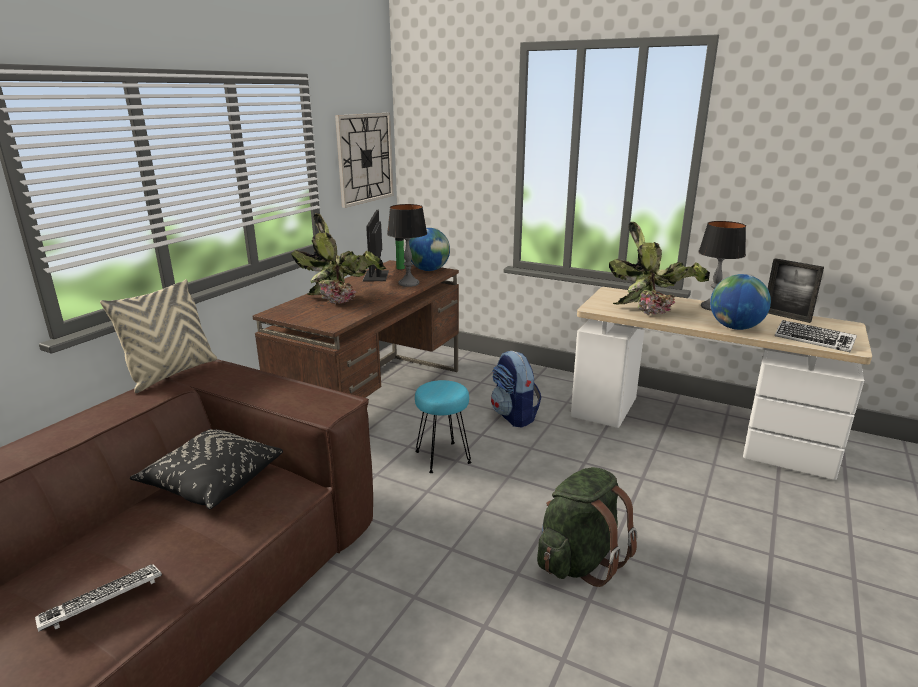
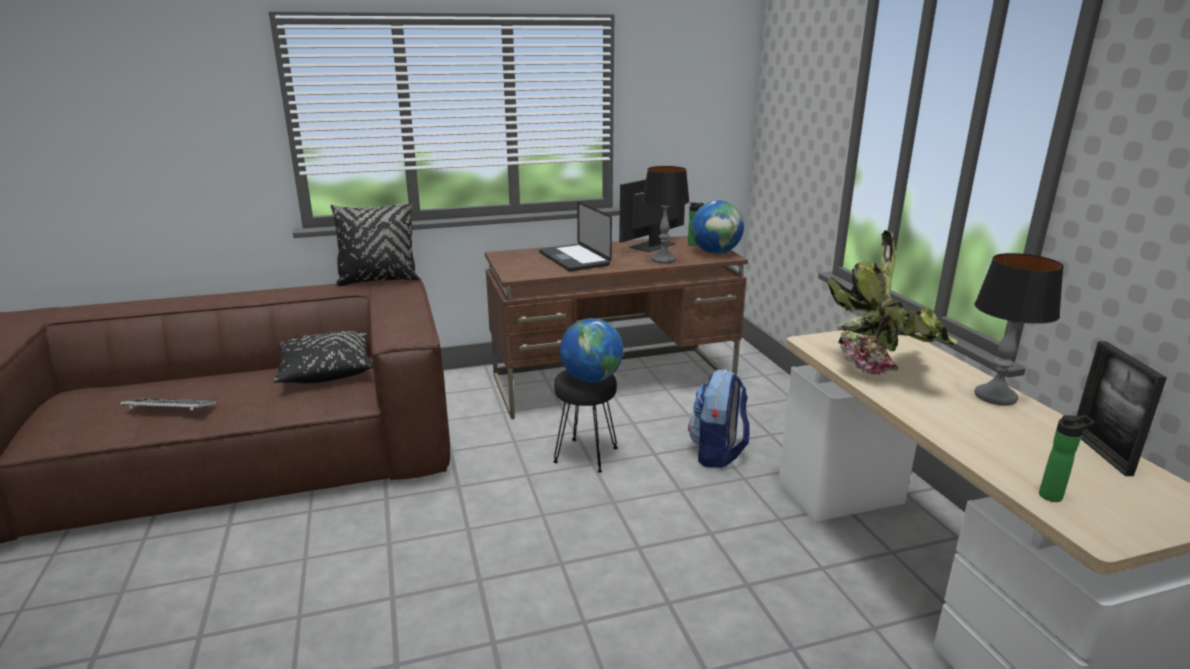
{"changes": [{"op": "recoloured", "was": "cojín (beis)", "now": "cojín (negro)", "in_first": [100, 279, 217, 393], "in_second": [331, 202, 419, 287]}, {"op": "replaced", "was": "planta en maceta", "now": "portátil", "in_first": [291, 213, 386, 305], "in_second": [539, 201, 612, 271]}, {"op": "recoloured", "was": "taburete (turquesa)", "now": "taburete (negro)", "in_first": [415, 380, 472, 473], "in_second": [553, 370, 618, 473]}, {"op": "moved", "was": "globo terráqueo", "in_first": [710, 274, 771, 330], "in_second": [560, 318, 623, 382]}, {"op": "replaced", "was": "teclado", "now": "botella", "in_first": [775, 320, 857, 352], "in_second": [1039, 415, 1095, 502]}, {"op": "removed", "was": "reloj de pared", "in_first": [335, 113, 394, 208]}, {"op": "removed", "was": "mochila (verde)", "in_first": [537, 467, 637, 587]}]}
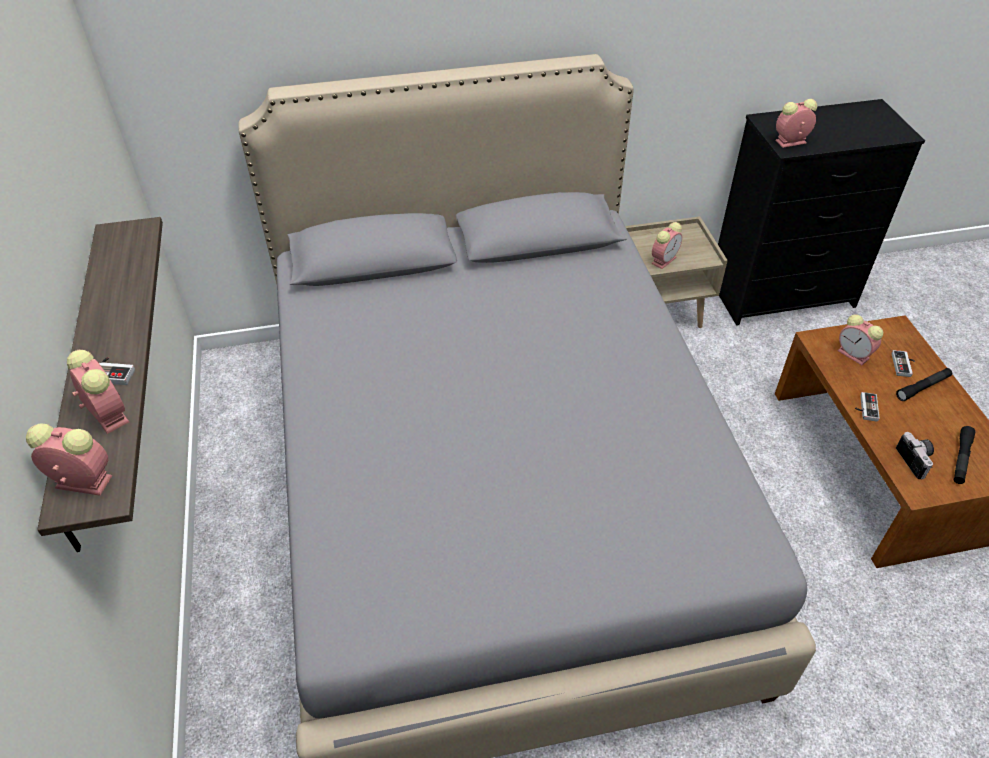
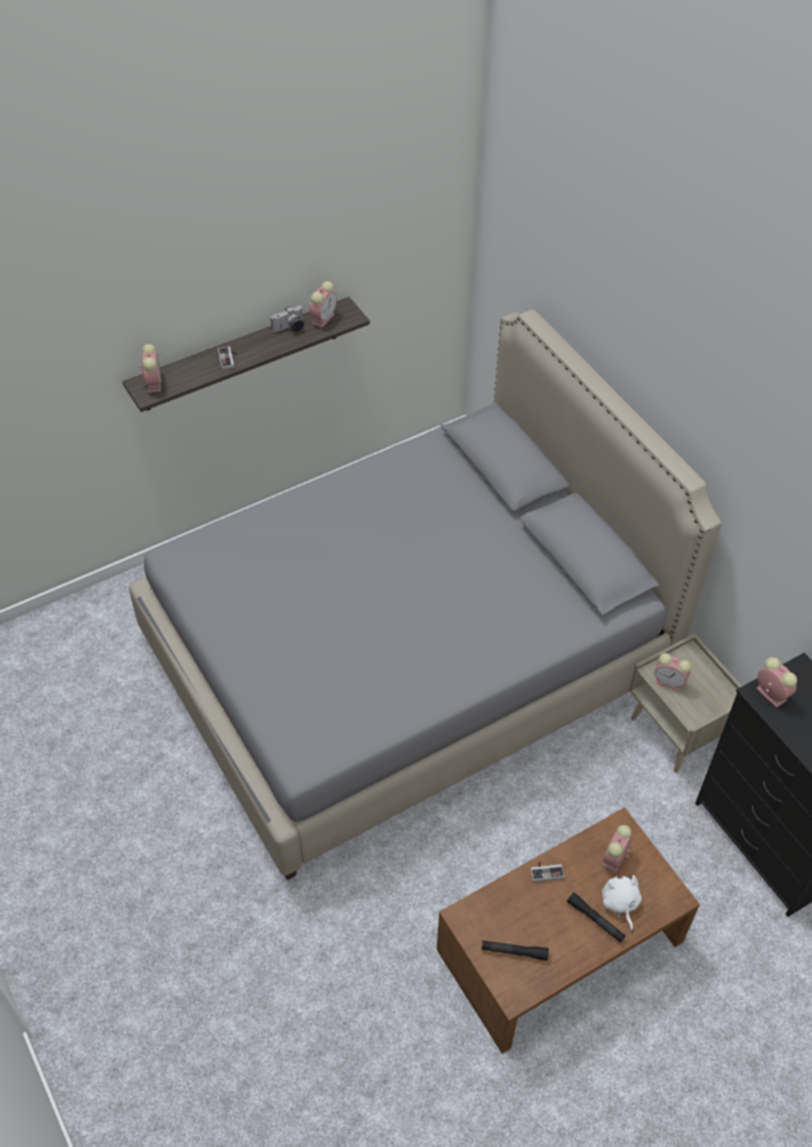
{"changes": [{"op": "moved", "was": "cámara", "in_first": [896, 432, 934, 479], "in_second": [270, 306, 304, 333]}, {"op": "moved", "was": "despertador", "in_first": [67, 350, 129, 434], "in_second": [309, 281, 337, 328]}, {"op": "replaced", "was": "mando de consola", "now": "peluche (blanco)", "in_first": [892, 350, 915, 377], "in_second": [602, 871, 642, 931]}]}
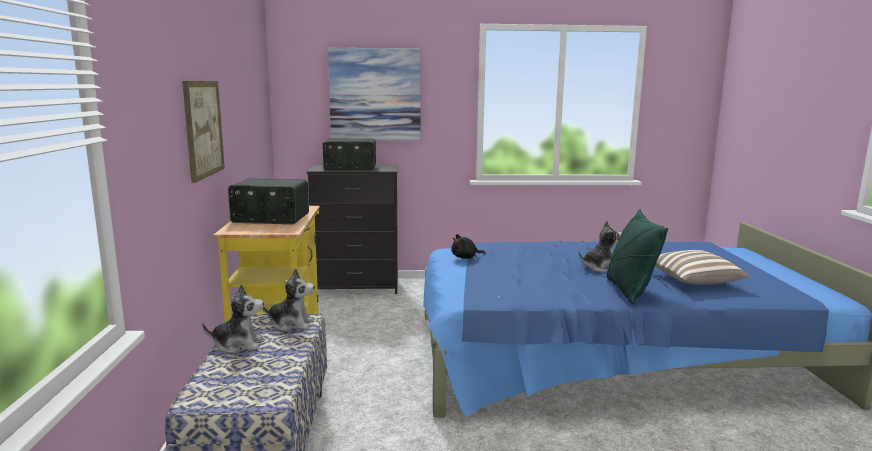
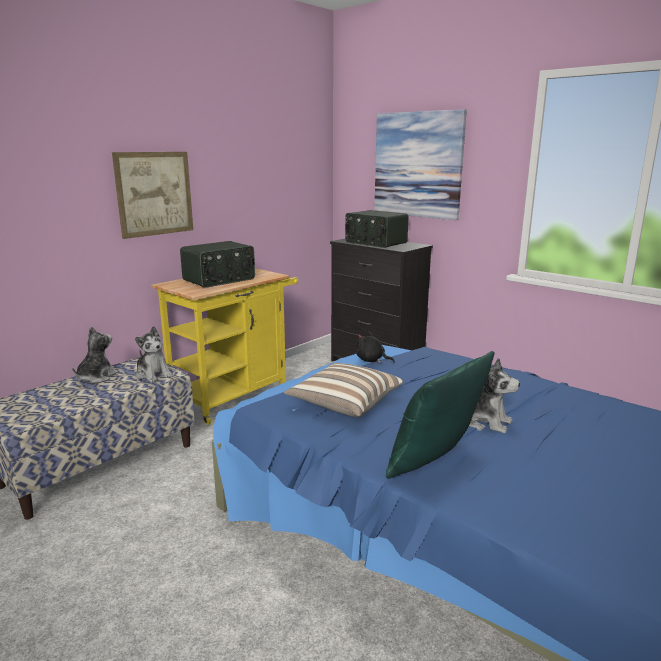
{"changes": [{"op": "turned", "was": "peluche", "in_first": [202, 284, 264, 353], "in_second": [72, 326, 118, 384], "clockwise": -105}, {"op": "turned", "was": "radio", "in_first": [228, 178, 309, 224], "in_second": [180, 241, 255, 288], "clockwise": -90}, {"op": "moved", "was": "cojín", "in_first": [655, 250, 749, 284], "in_second": [284, 363, 403, 417]}]}
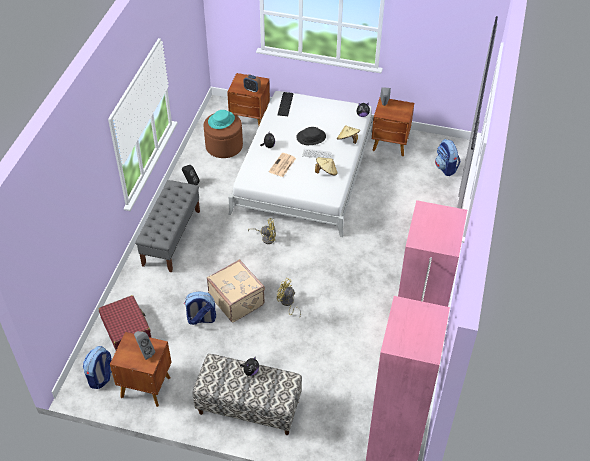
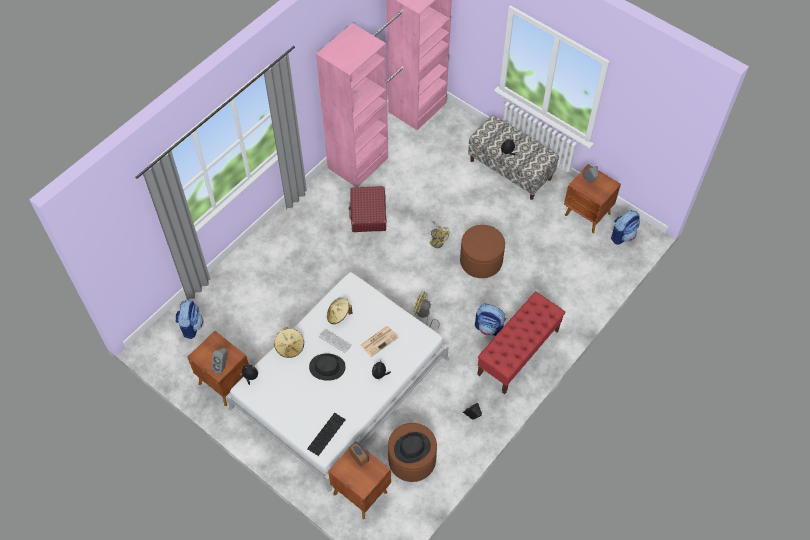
{"changes": [{"op": "moved", "was": "maleta (rojo)", "in_first": [99, 295, 151, 350], "in_second": [349, 186, 386, 232]}, {"op": "recoloured", "was": "sombrero (turquesa)", "now": "sombrero (negro)", "in_first": [208, 110, 235, 129], "in_second": [394, 432, 431, 463]}, {"op": "replaced", "was": "maleta (beis)", "now": "puf (marrón)", "in_first": [207, 259, 265, 322], "in_second": [460, 225, 505, 278]}, {"op": "moved", "was": "mochila", "in_first": [184, 291, 216, 325], "in_second": [475, 304, 506, 336]}, {"op": "recoloured", "was": "banco (gris)", "now": "banco (rojo)", "in_first": [135, 180, 200, 272], "in_second": [477, 292, 565, 394]}]}
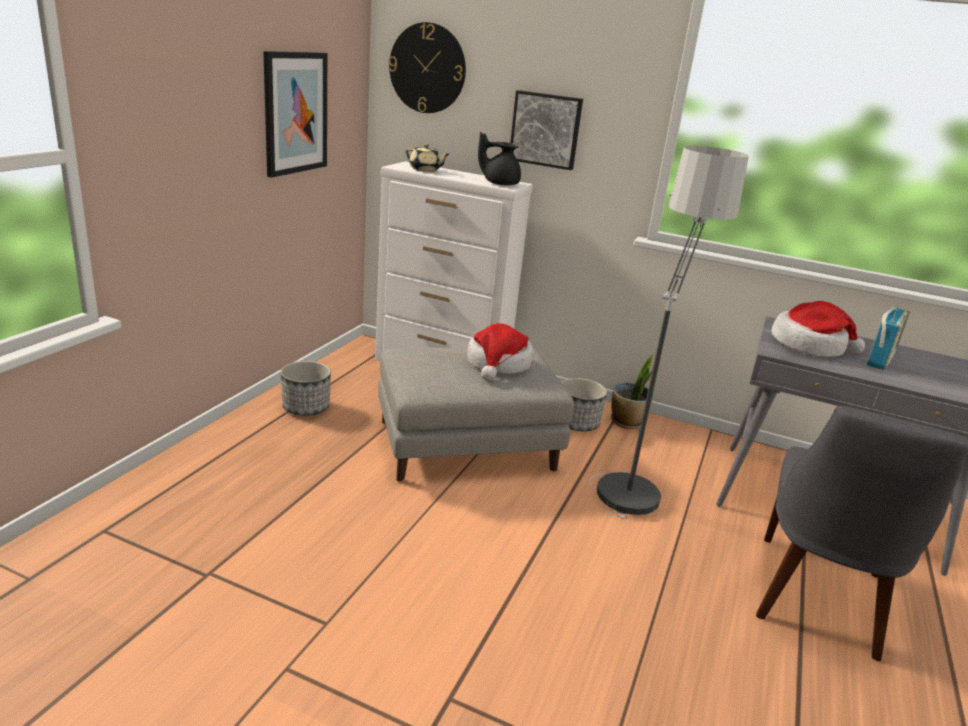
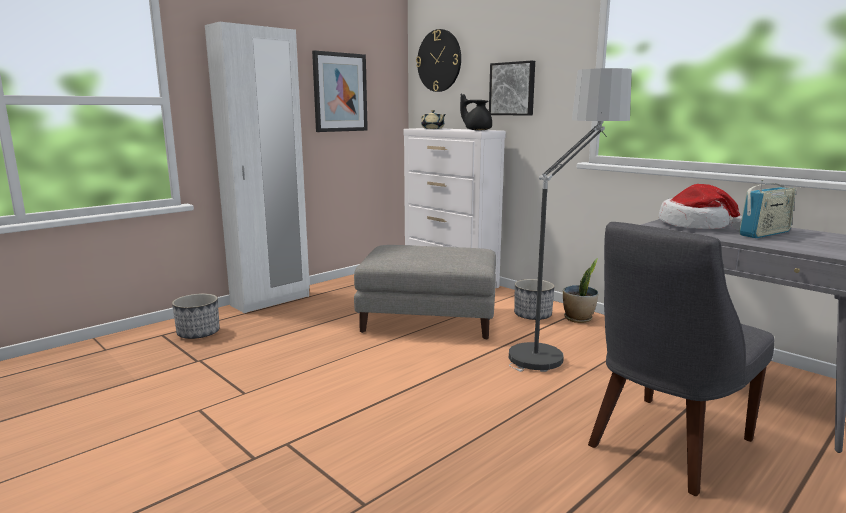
{"changes": [{"op": "moved", "was": "maceta", "in_first": [281, 361, 331, 416], "in_second": [172, 293, 220, 339]}, {"op": "added", "now": "armario ropero (blanco)", "in_second": [205, 22, 310, 313]}, {"op": "removed", "was": "sombrero", "in_first": [467, 323, 533, 381]}]}
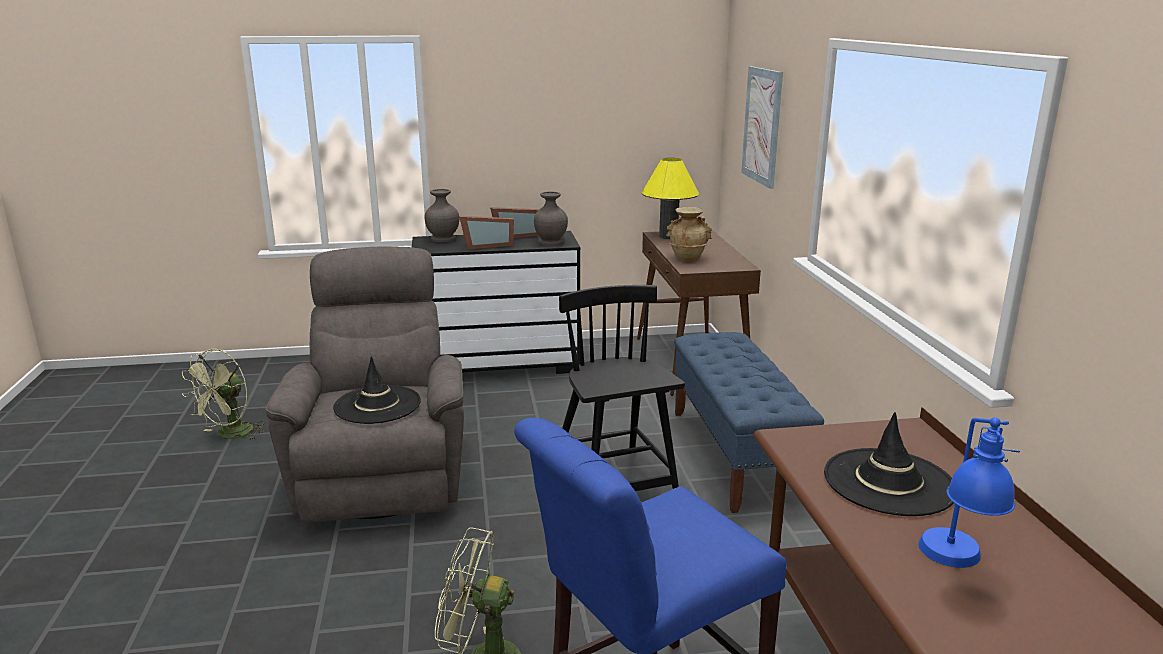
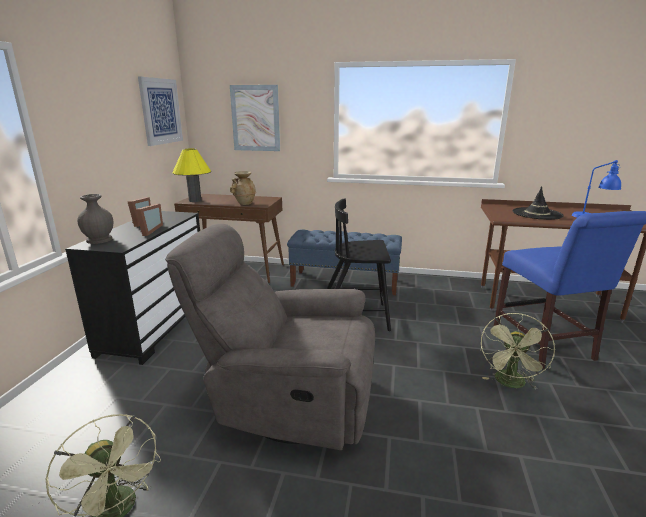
{"changes": [{"op": "added", "now": "cuadro", "in_second": [138, 77, 183, 146]}, {"op": "removed", "was": "sombrero (negro)", "in_first": [333, 356, 421, 424]}, {"op": "removed", "was": "florero (gris)", "in_first": [534, 191, 568, 246]}]}
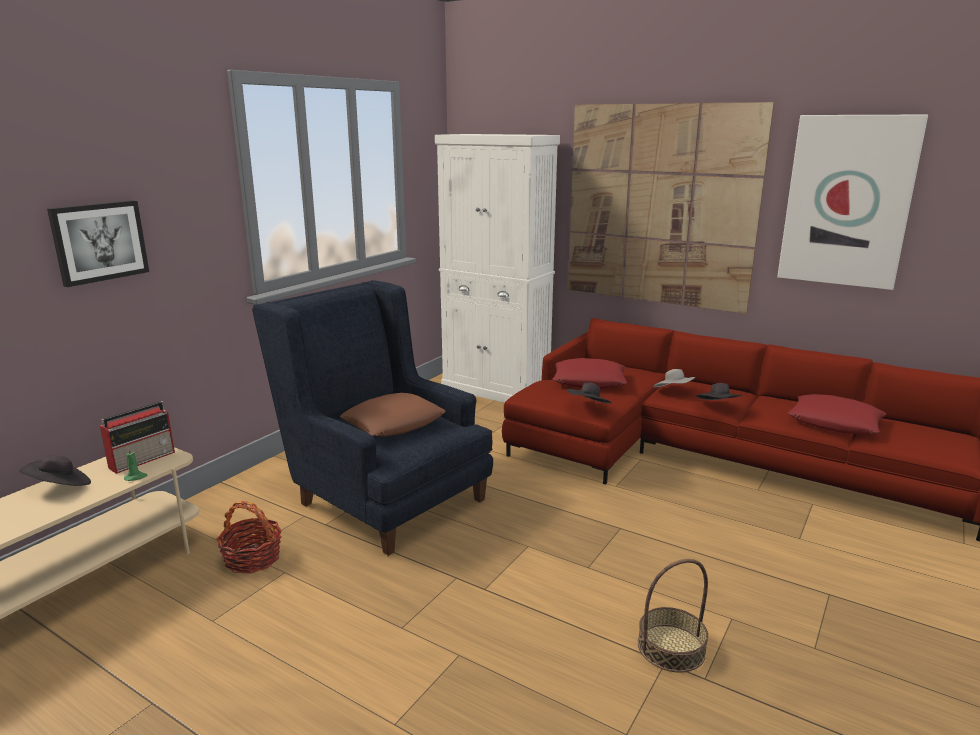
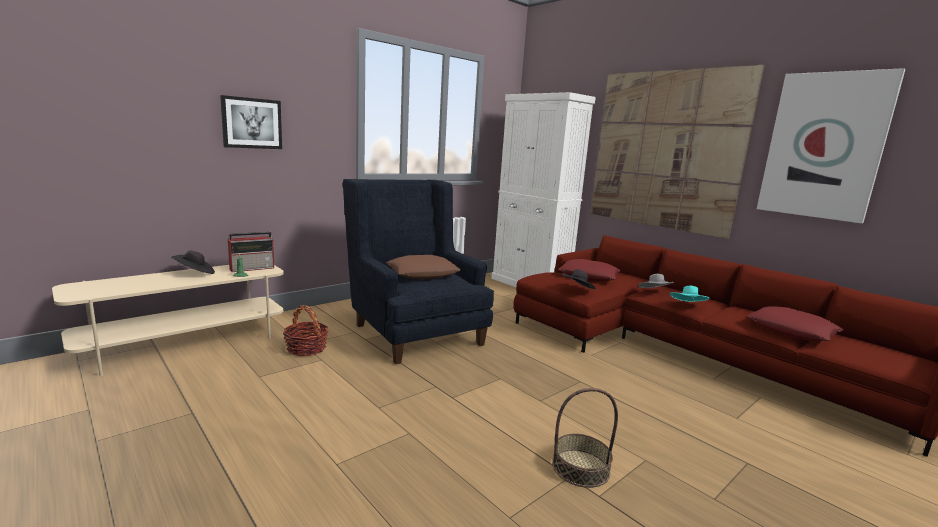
{"changes": [{"op": "recoloured", "was": "sombrero (negro)", "now": "sombrero (turquesa)", "in_first": [696, 383, 742, 400], "in_second": [670, 286, 710, 302]}]}
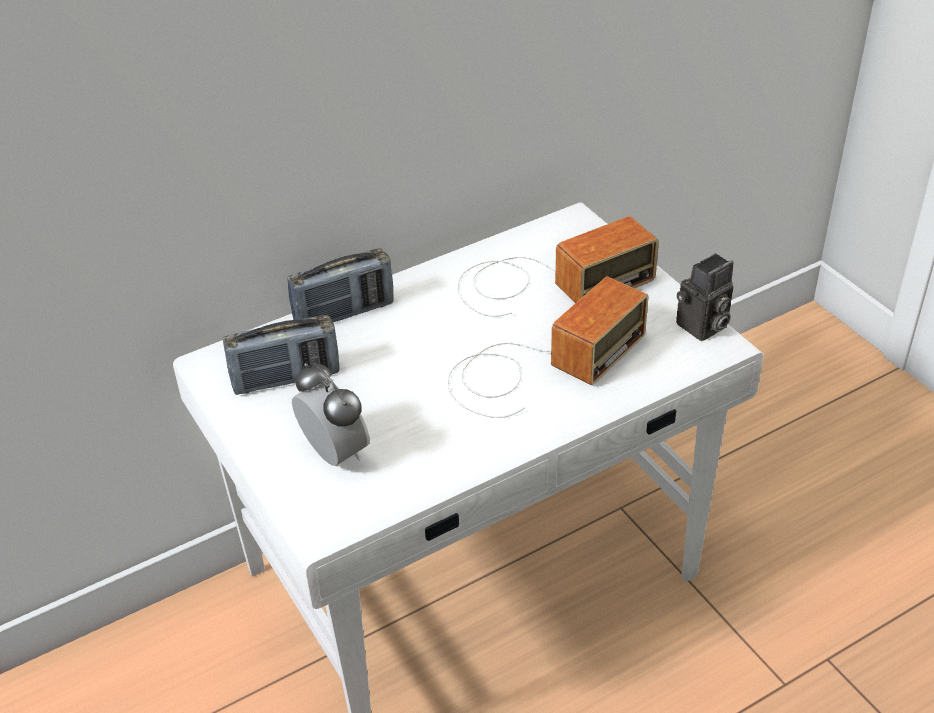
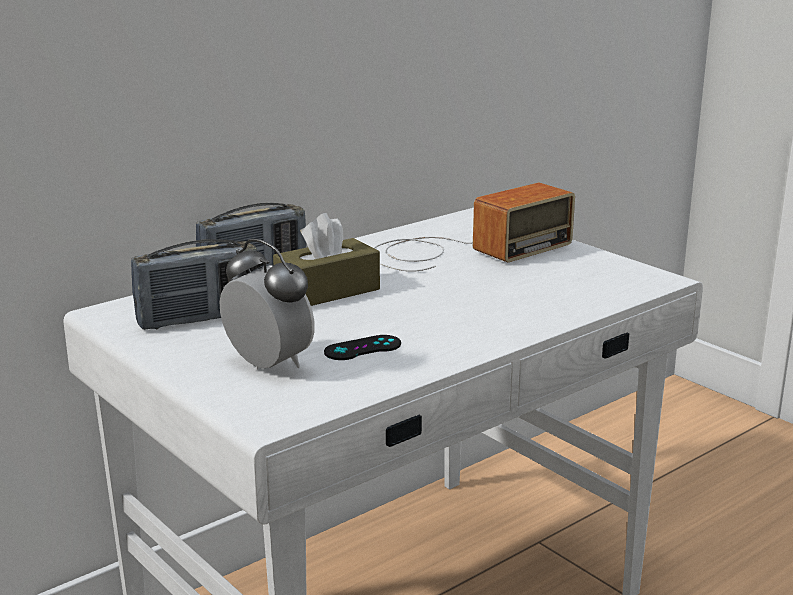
{"changes": [{"op": "added", "now": "caja de pañuelos (marrón)", "in_second": [273, 213, 380, 306]}, {"op": "added", "now": "mando de consola (negro)", "in_second": [324, 335, 401, 360]}, {"op": "removed", "was": "radio", "in_first": [448, 276, 649, 418]}, {"op": "removed", "was": "cámara", "in_first": [676, 253, 733, 341]}]}
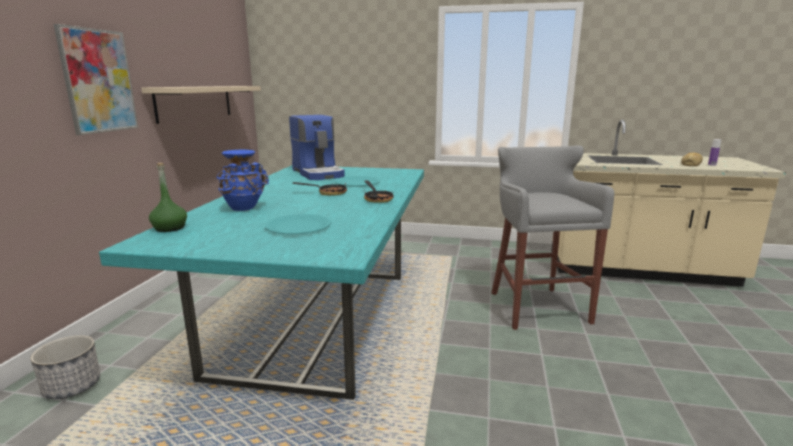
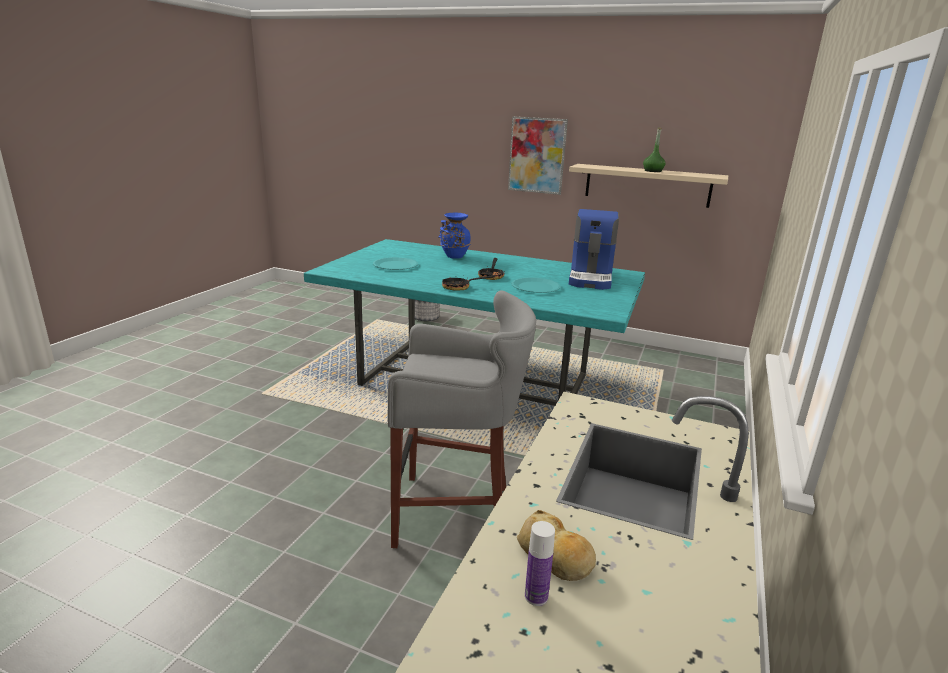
{"changes": [{"op": "turned", "was": "cafetera", "in_first": [289, 115, 345, 180], "in_second": [569, 209, 619, 290], "clockwise": -60}, {"op": "moved", "was": "botella (verde)", "in_first": [149, 163, 187, 232], "in_second": [643, 128, 666, 172]}]}
